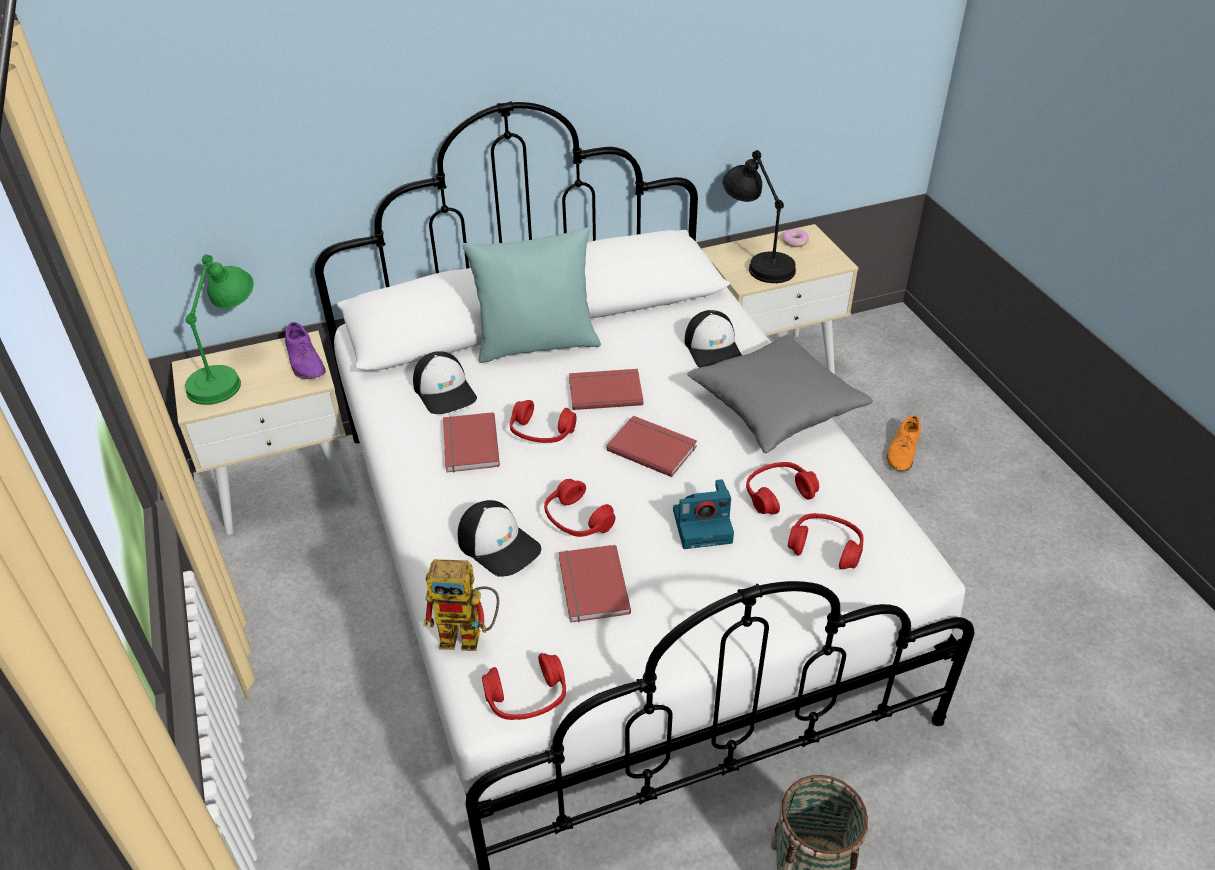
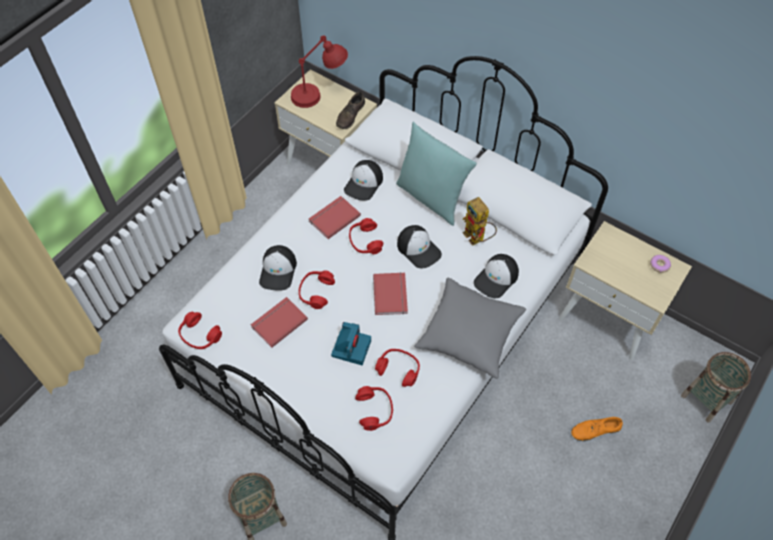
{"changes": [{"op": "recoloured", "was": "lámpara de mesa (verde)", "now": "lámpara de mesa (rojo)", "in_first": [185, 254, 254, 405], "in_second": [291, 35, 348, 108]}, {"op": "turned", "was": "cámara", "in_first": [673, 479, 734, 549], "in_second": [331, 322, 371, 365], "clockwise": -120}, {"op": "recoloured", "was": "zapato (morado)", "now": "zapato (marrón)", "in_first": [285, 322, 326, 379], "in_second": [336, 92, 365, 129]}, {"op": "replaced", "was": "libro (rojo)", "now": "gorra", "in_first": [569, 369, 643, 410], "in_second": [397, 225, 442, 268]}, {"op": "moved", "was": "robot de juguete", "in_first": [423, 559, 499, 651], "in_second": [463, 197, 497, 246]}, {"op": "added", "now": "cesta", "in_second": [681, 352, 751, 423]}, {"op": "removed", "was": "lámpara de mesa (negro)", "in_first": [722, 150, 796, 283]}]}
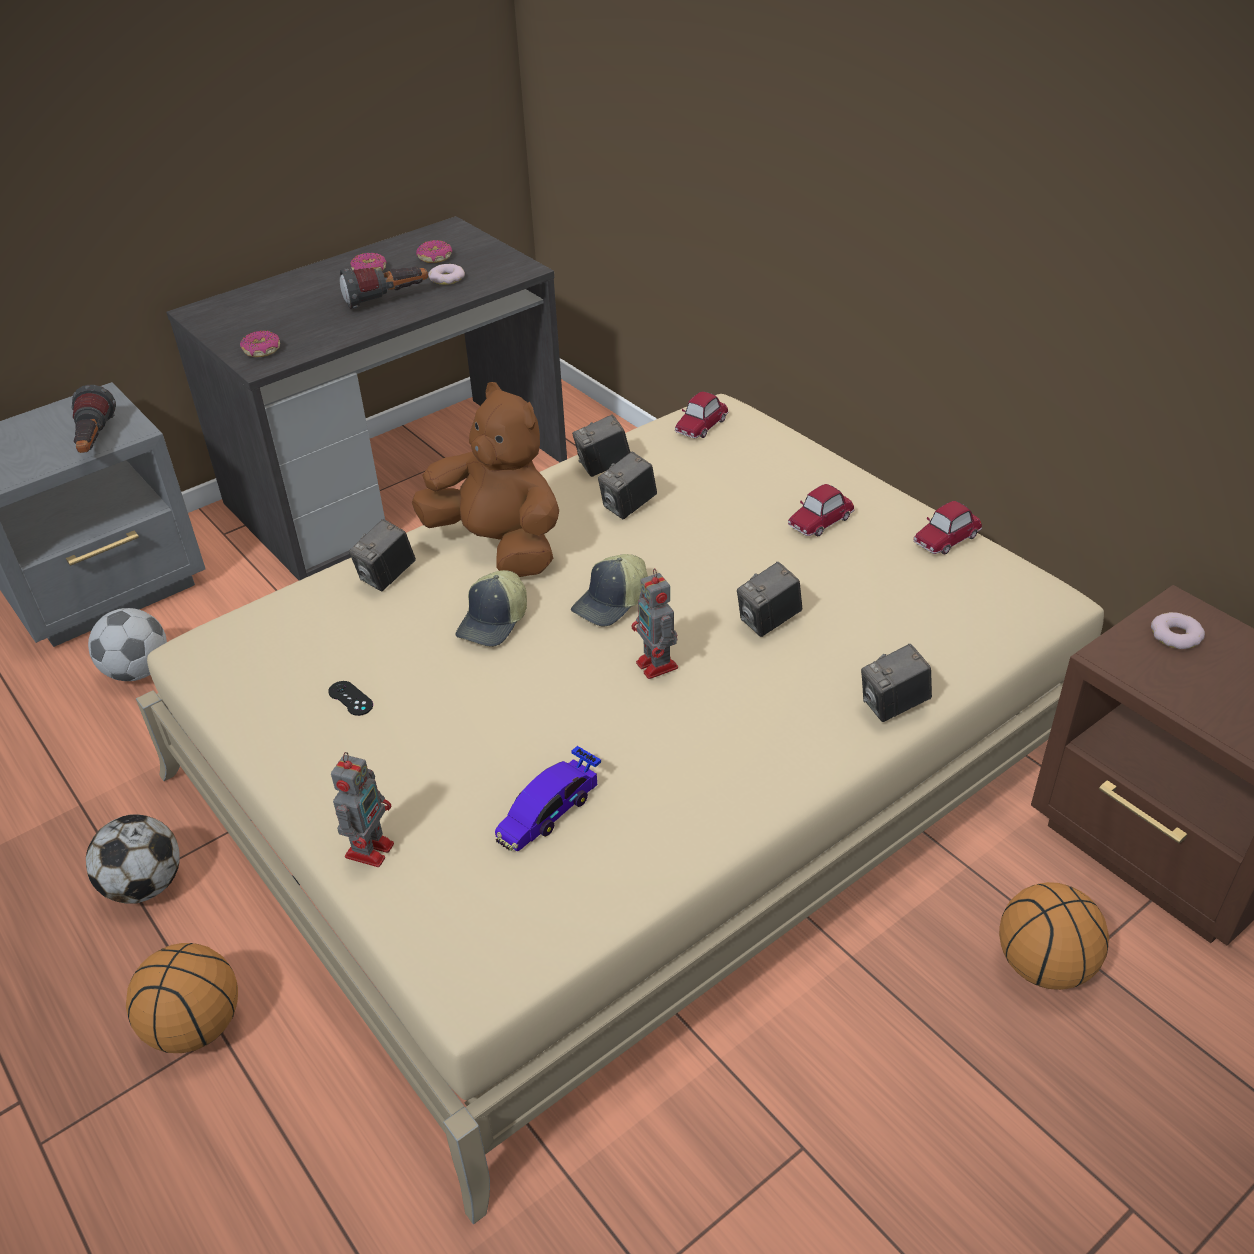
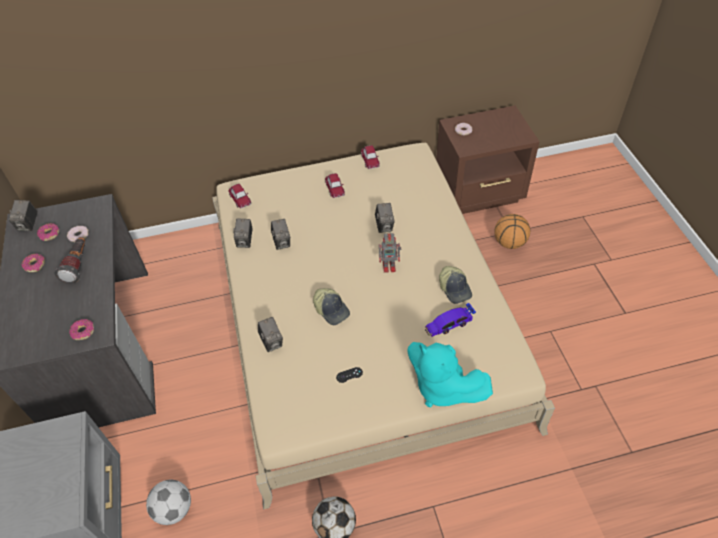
{"changes": [{"op": "moved", "was": "cámara", "in_first": [861, 644, 932, 722], "in_second": [9, 200, 38, 231]}, {"op": "replaced", "was": "robot de juguete", "now": "peluche (turquesa)", "in_first": [331, 752, 394, 867], "in_second": [407, 342, 493, 408]}, {"op": "turned", "was": "coche de juguete", "in_first": [495, 746, 601, 851], "in_second": [425, 303, 476, 337], "clockwise": 90}, {"op": "moved", "was": "gorra", "in_first": [571, 554, 648, 627], "in_second": [439, 266, 472, 304]}, {"op": "removed", "was": "linterna", "in_first": [71, 385, 116, 453]}, {"op": "removed", "was": "balón de baloncesto", "in_first": [126, 943, 238, 1053]}, {"op": "removed", "was": "peluche (marrón)", "in_first": [412, 382, 559, 577]}]}
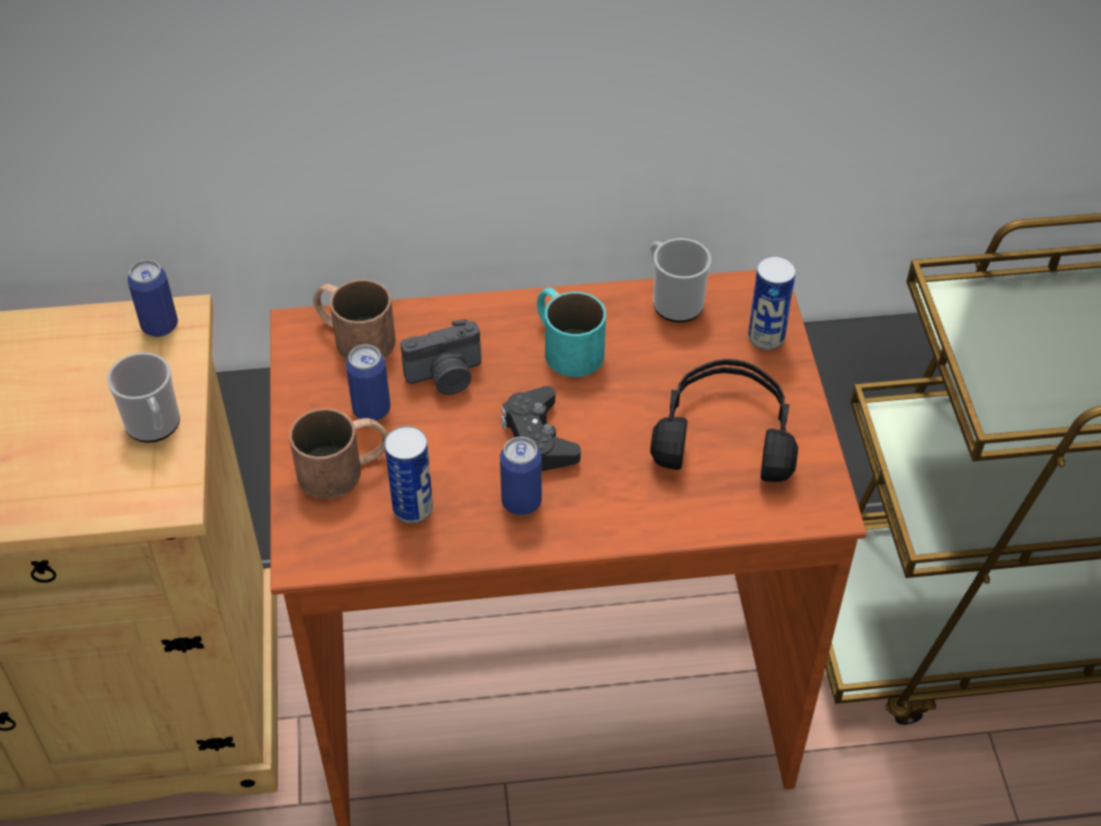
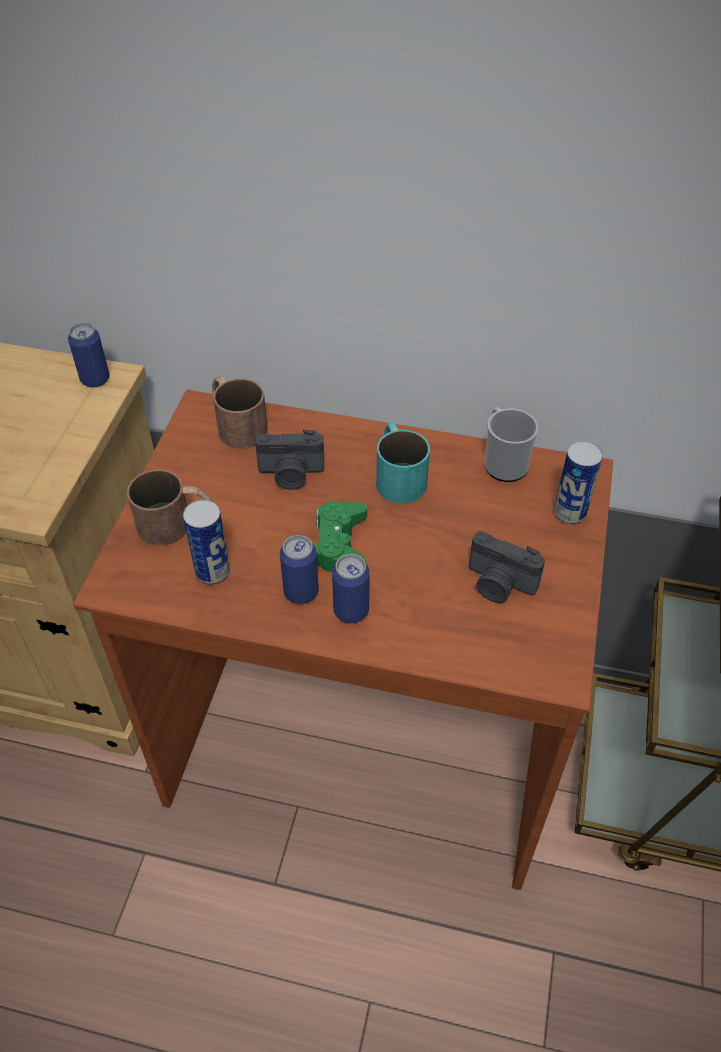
{"changes": [{"op": "recoloured", "was": "mando de consola (negro)", "now": "mando de consola (verde)", "in_first": [501, 386, 581, 471], "in_second": [315, 501, 367, 572]}, {"op": "moved", "was": "lata", "in_first": [346, 344, 390, 421], "in_second": [332, 554, 370, 623]}, {"op": "replaced", "was": "auriculares (negro)", "now": "cámara", "in_first": [650, 359, 798, 482], "in_second": [469, 531, 545, 603]}, {"op": "removed", "was": "taza grande", "in_first": [107, 352, 180, 443]}]}
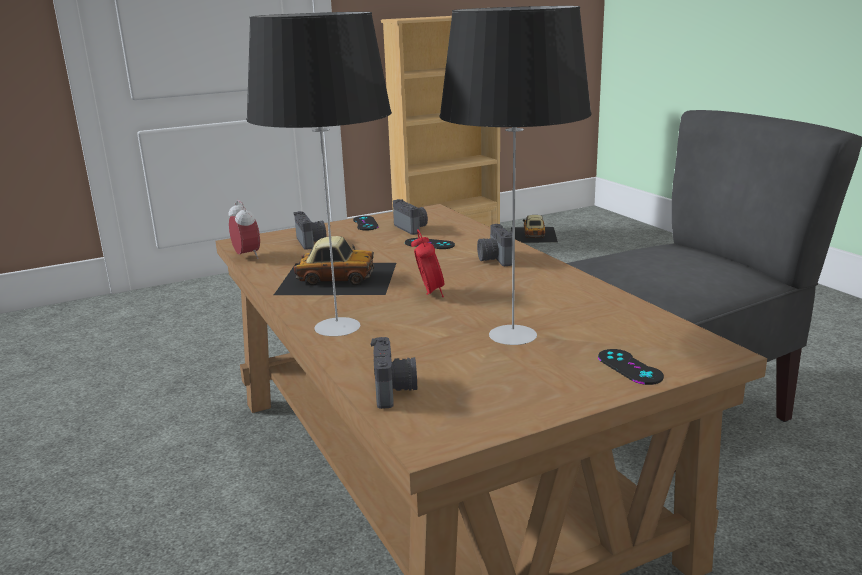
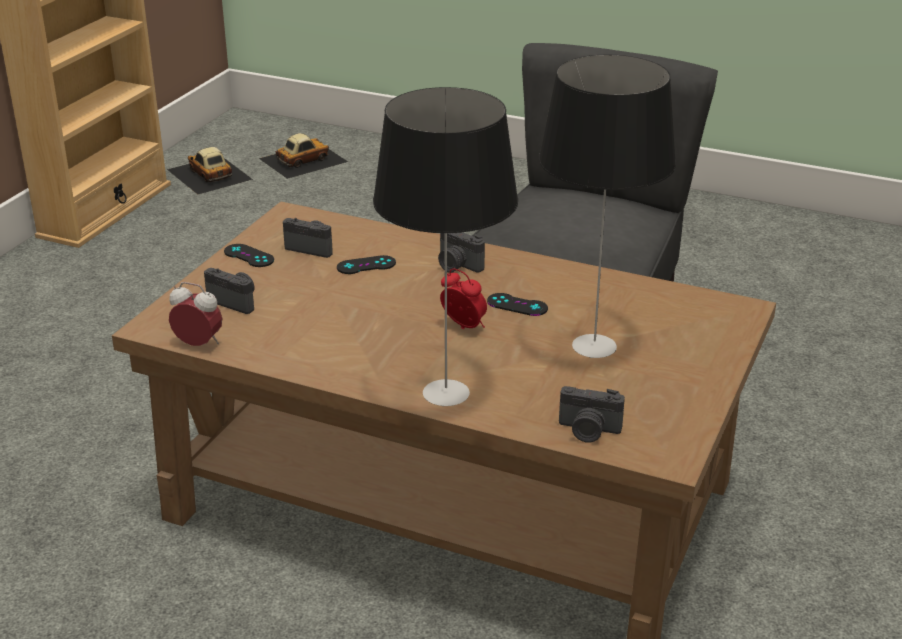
{"changes": [{"op": "moved", "was": "coche de juguete", "in_first": [274, 236, 396, 295], "in_second": [259, 133, 348, 179]}, {"op": "moved", "was": "mando de consola (negro)", "in_first": [598, 349, 664, 385], "in_second": [487, 293, 548, 316]}, {"op": "turned", "was": "cámara", "in_first": [371, 337, 417, 409], "in_second": [559, 386, 625, 443], "clockwise": 150}]}
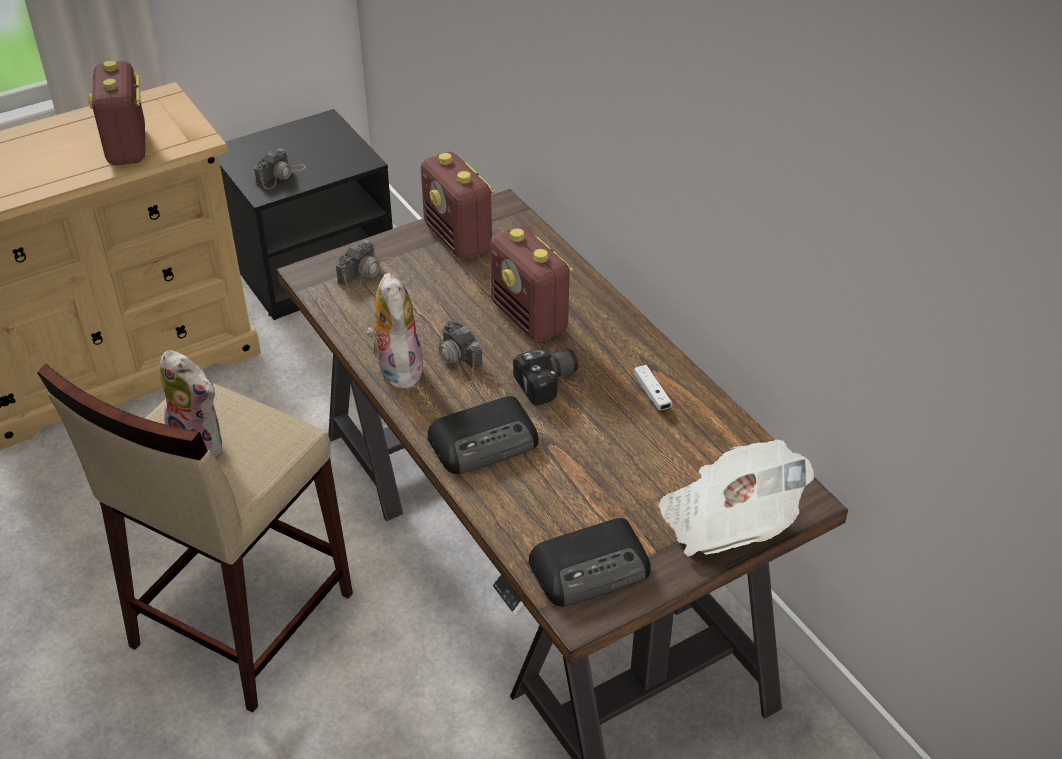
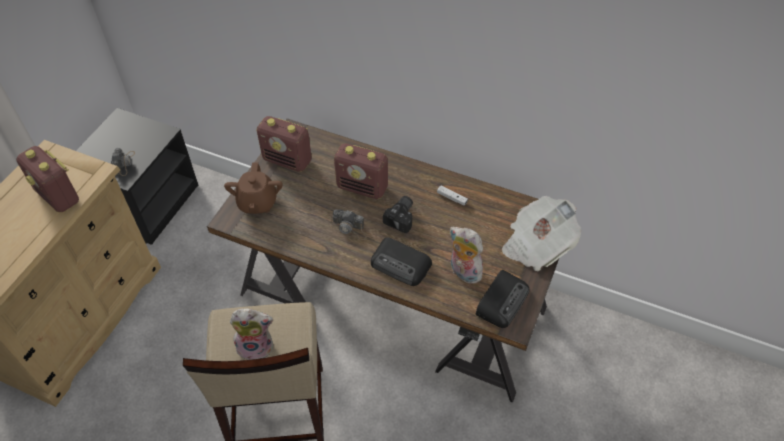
{"changes": [{"op": "replaced", "was": "cámara", "now": "tetera (marrón)", "in_first": [336, 239, 396, 290], "in_second": [224, 162, 283, 214]}, {"op": "turned", "was": "radio", "in_first": [428, 396, 539, 474], "in_second": [371, 237, 432, 286], "clockwise": 90}, {"op": "moved", "was": "peluche", "in_first": [366, 273, 424, 389], "in_second": [450, 227, 484, 284]}]}
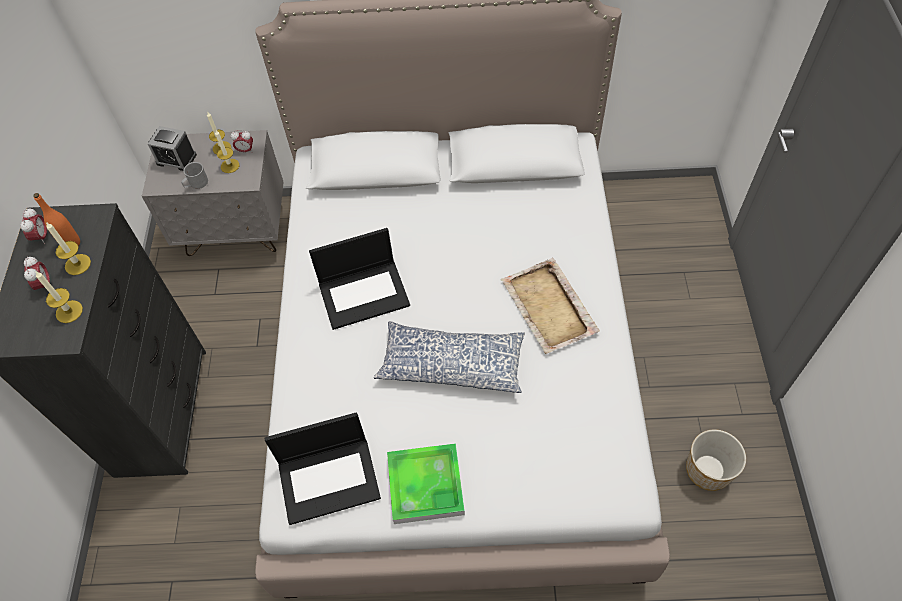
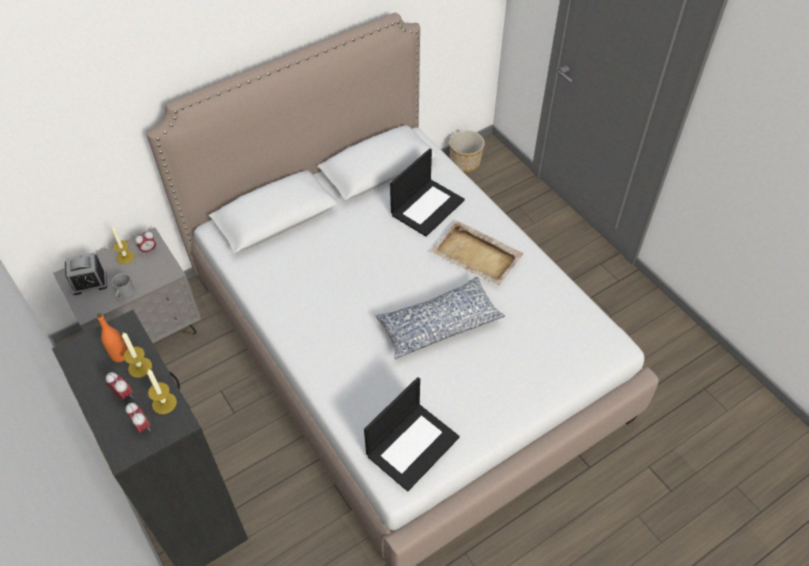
{"changes": [{"op": "moved", "was": "despertador", "in_first": [20, 208, 48, 244], "in_second": [125, 403, 151, 433]}, {"op": "moved", "was": "portátil", "in_first": [309, 228, 410, 330], "in_second": [390, 148, 465, 237]}, {"op": "moved", "was": "maceta", "in_first": [686, 429, 746, 491], "in_second": [449, 130, 485, 172]}, {"op": "removed", "was": "vela", "in_first": [215, 131, 239, 173]}, {"op": "removed", "was": "bandeja", "in_first": [387, 443, 465, 524]}]}
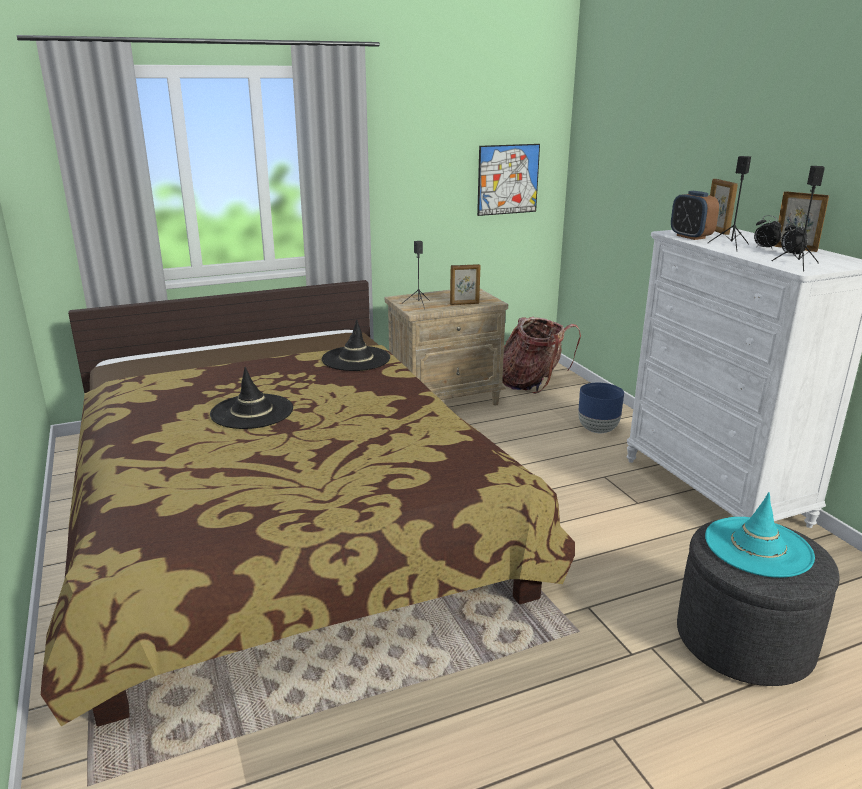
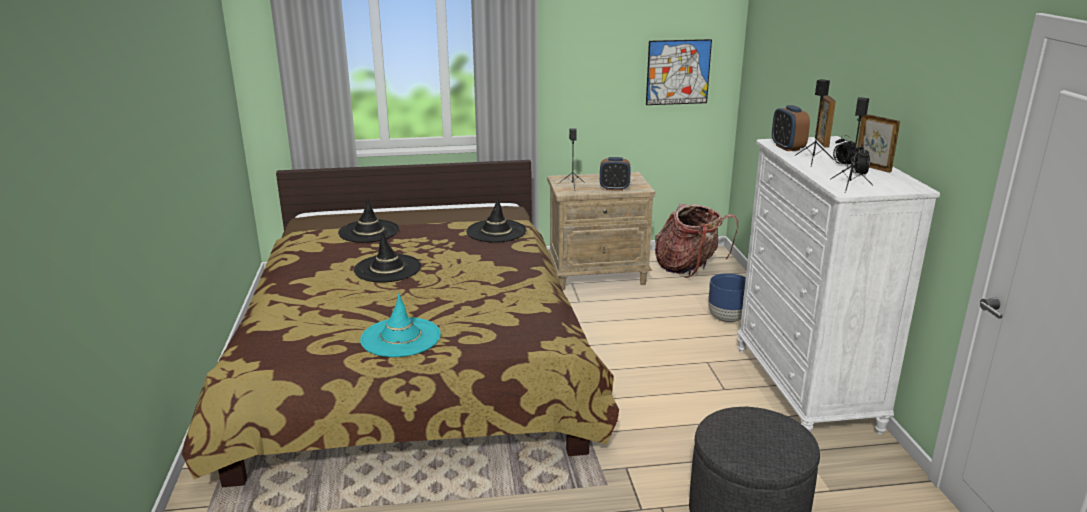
{"changes": [{"op": "added", "now": "sombrero (negro)", "in_second": [338, 198, 399, 243]}, {"op": "moved", "was": "sombrero (turquesa)", "in_first": [705, 492, 815, 578], "in_second": [360, 294, 441, 357]}, {"op": "replaced", "was": "portarretratos", "now": "despertador", "in_first": [450, 264, 480, 305], "in_second": [600, 157, 631, 191]}]}
